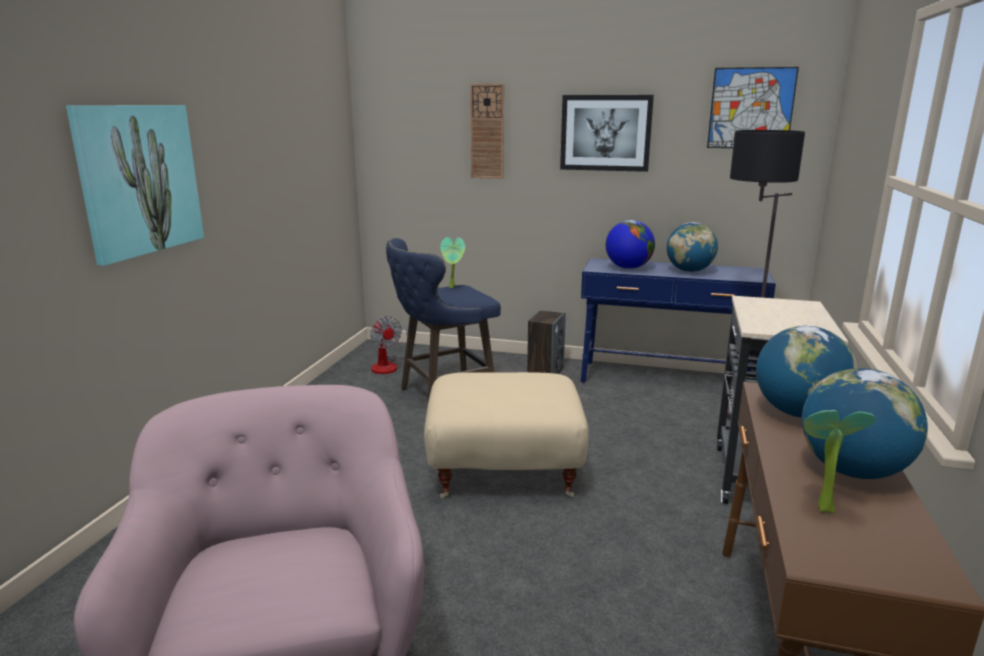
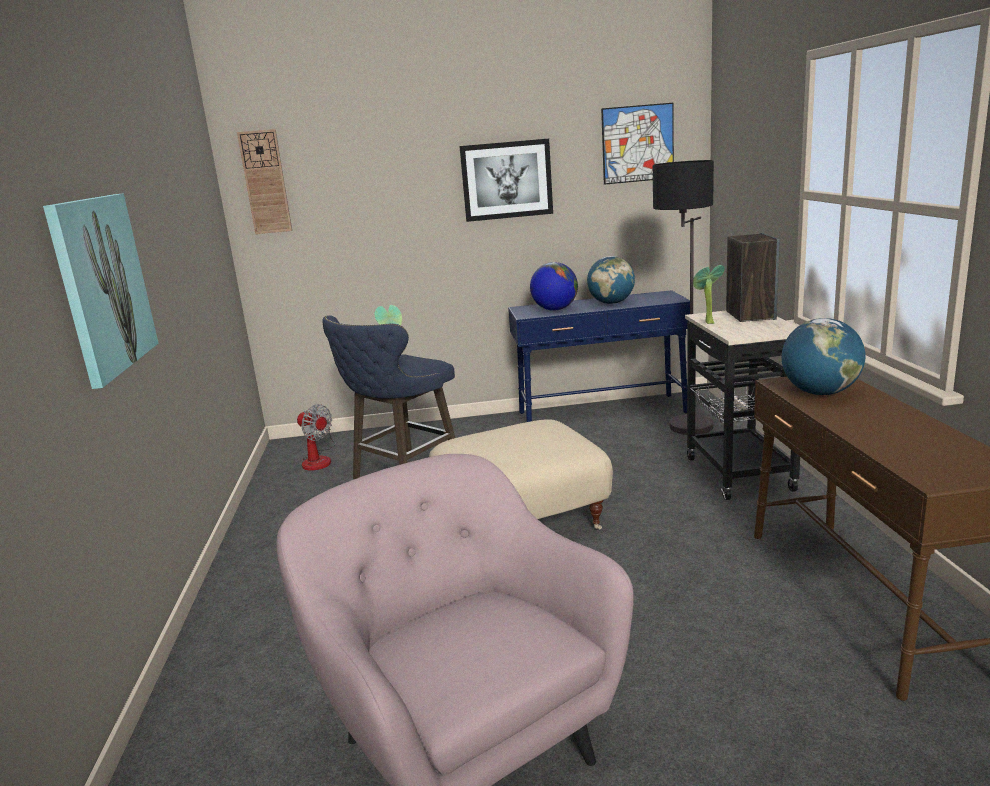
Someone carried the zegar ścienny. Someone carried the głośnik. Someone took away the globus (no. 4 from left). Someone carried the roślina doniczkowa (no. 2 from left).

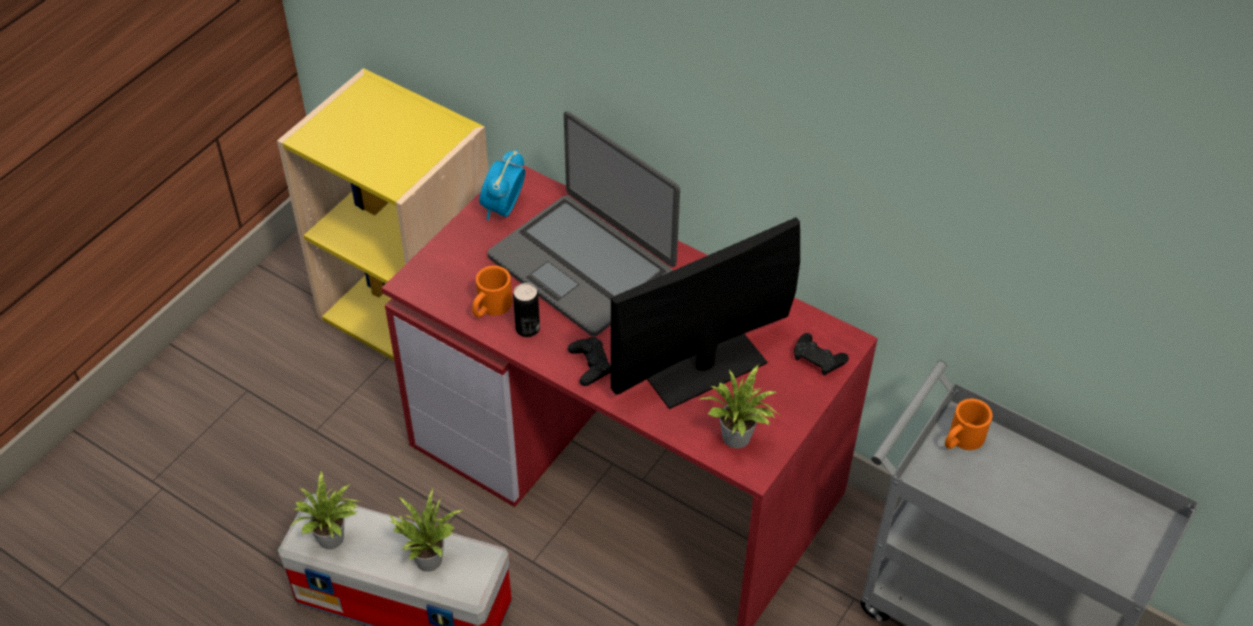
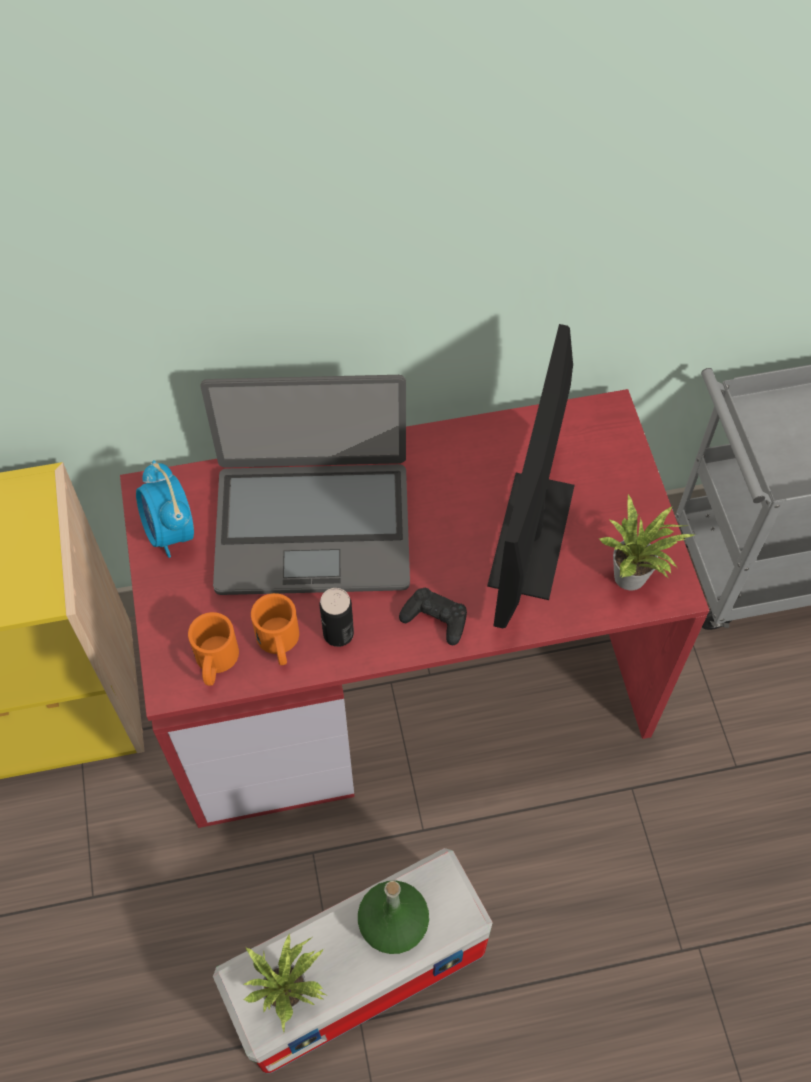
Someone took away the pad do gier [czarny] (no. 2 from left). Someone carried the kubek [pomarańczowy] (no. 2 from left in the first image). Someone swapped the roślina doniczkowa (no. 2 from left) for the butelka [zielony].

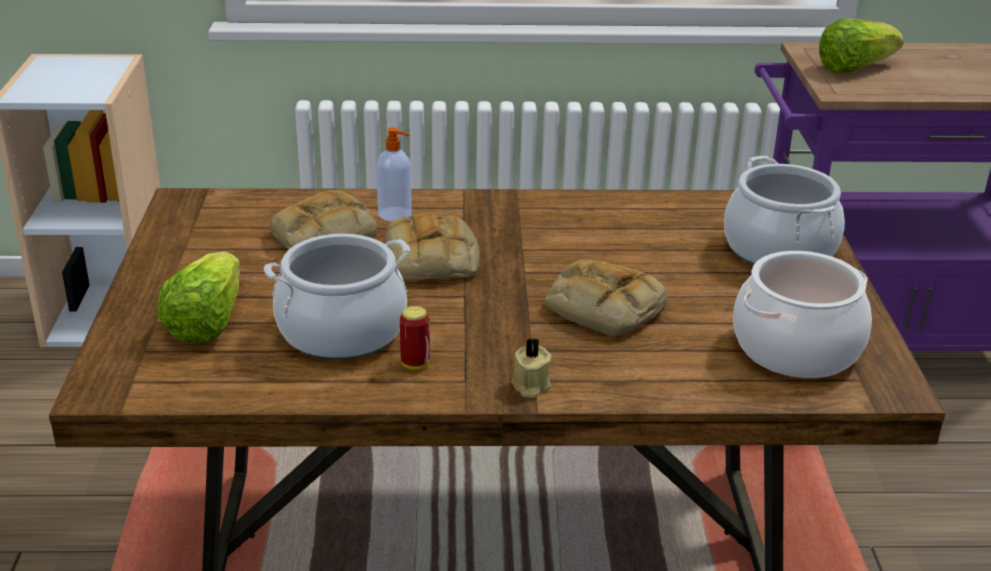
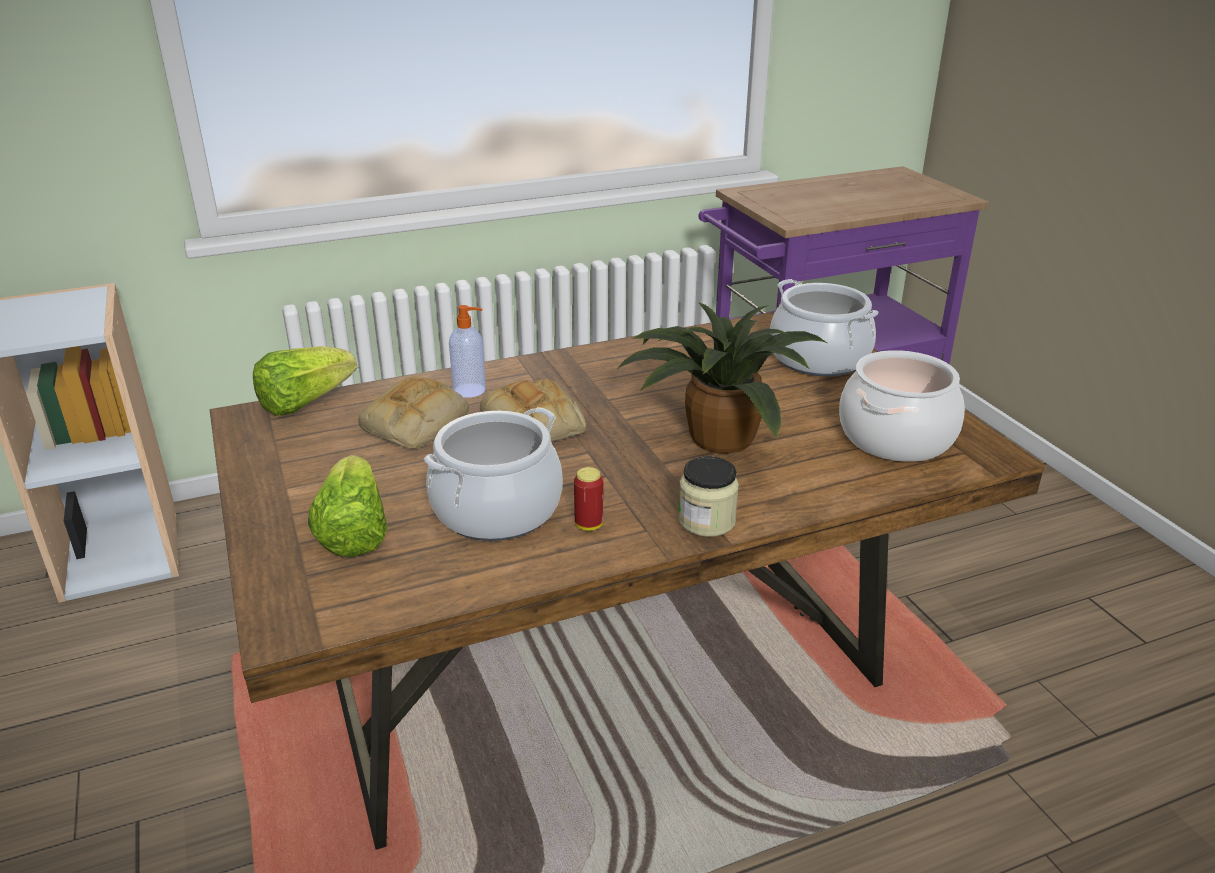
Someone carried the sałata (no. 2 from left in the first image). Someone swapped the chleb (no. 3 from left) for the roślina doniczkowa. Someone swapped the świeca [beżowy] for the słoik.

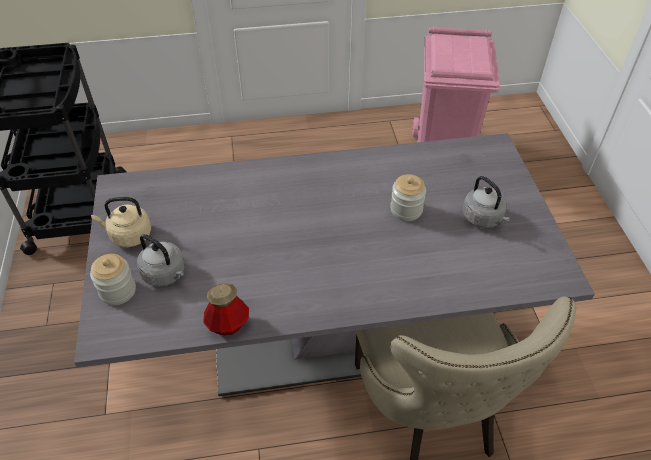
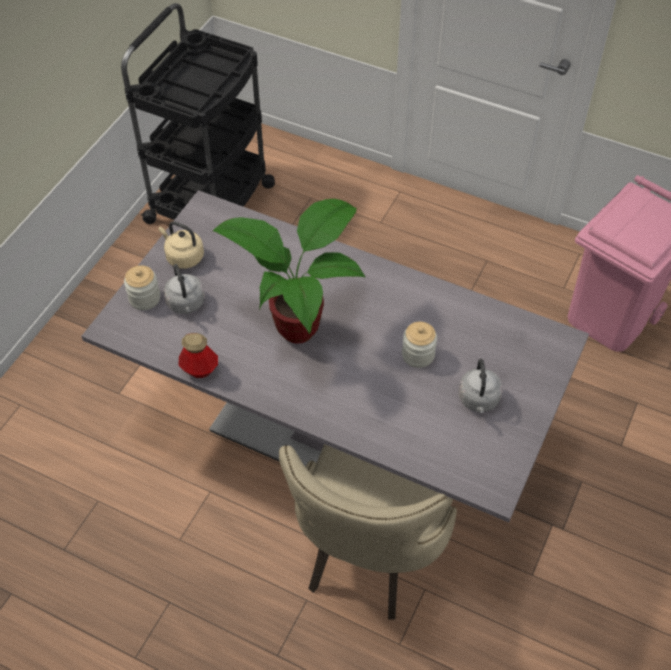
Someone put down the roślina doniczkowa.

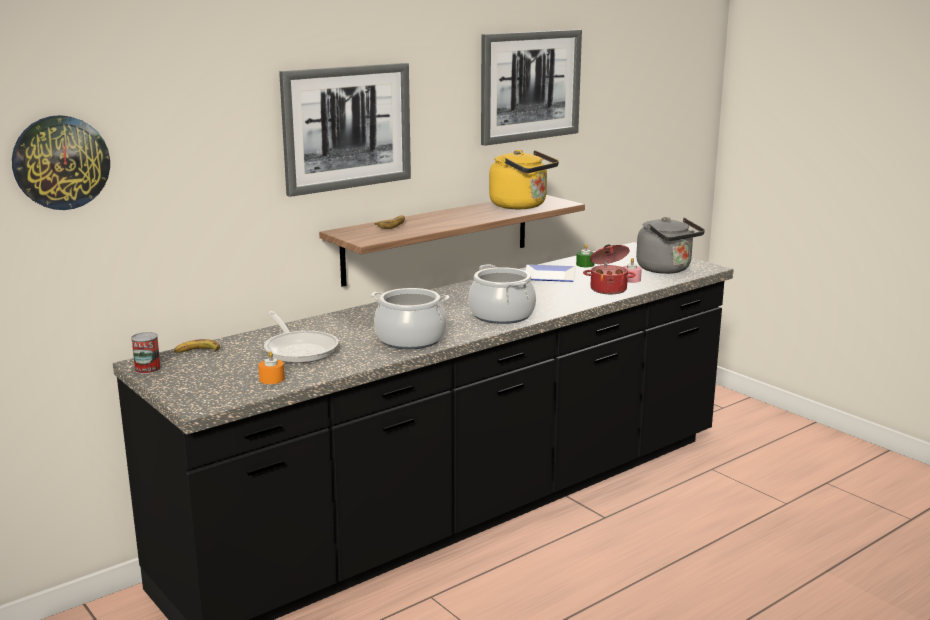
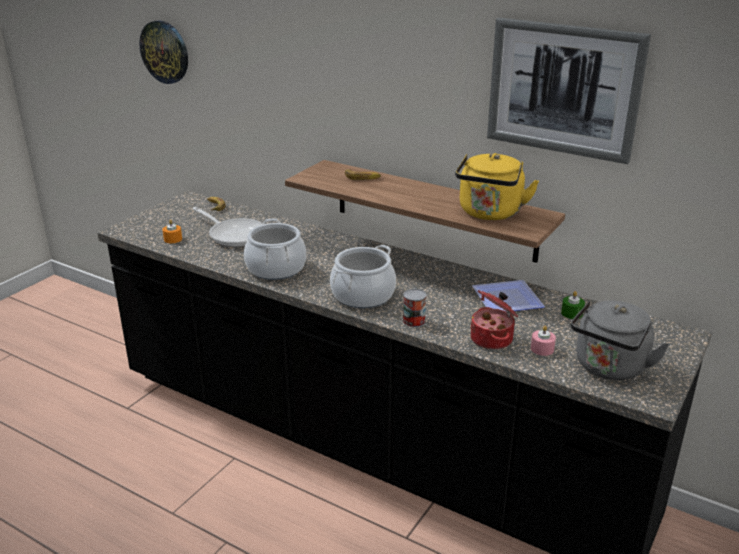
Someone took away the obraz (no. 1 from left). Someone rotated the patelnia by 90 degrees counterclockwise. Someone carried the puszka.

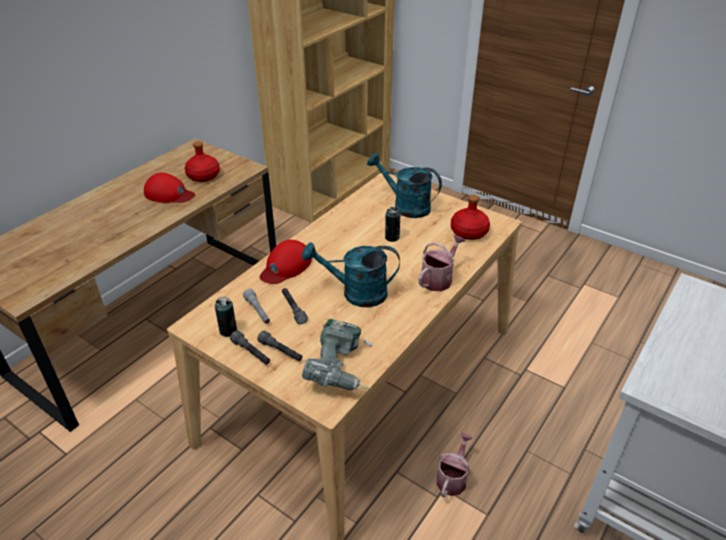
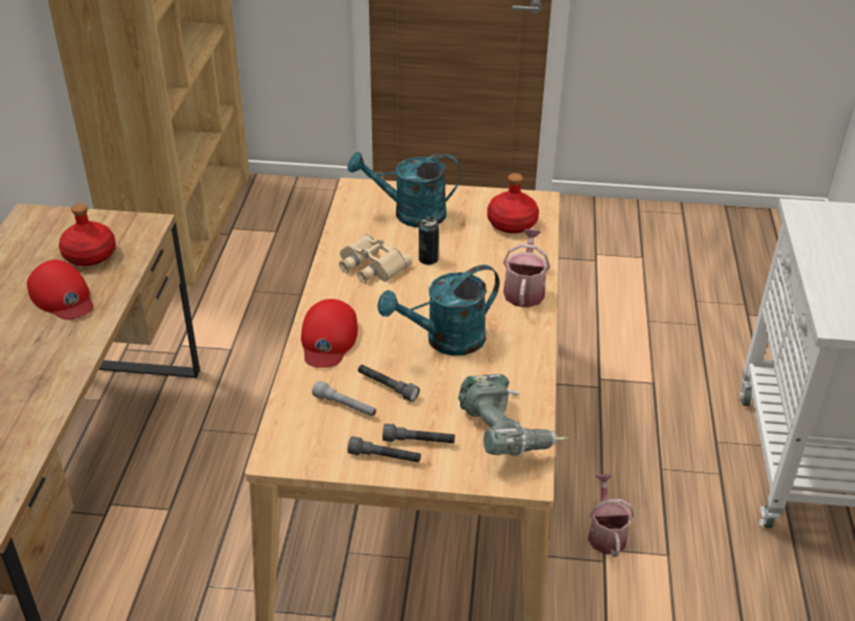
Someone rotated the czapka z daszkiem [czerwony] (no. 1 from left) by 60 degrees clockwise. Someone took away the puszka (no. 1 from left). Someone put down the lornetka [beżowy].

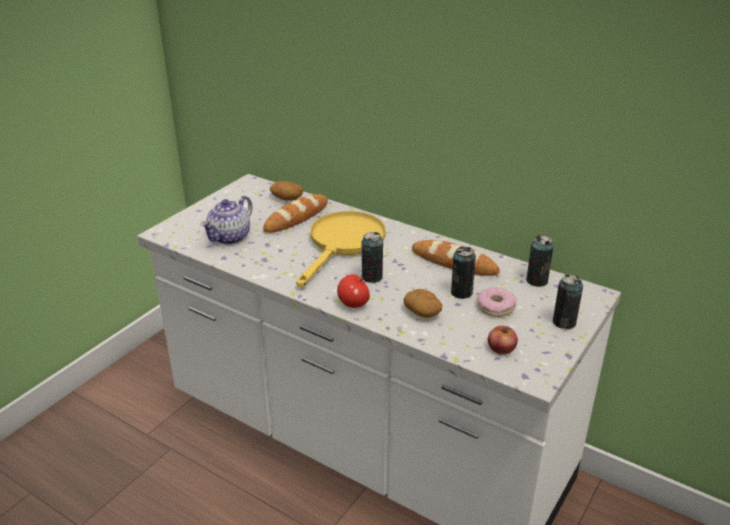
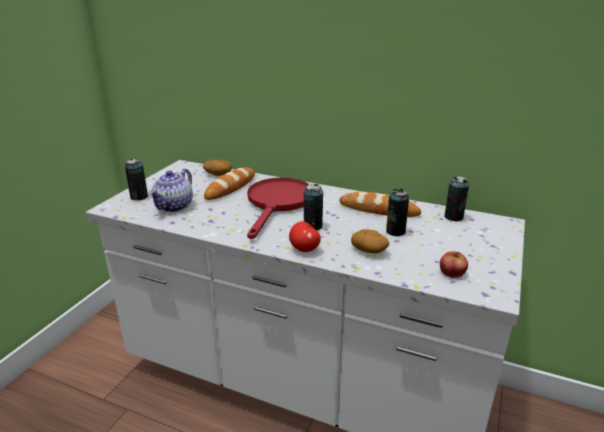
Someone repainted the patelnia [żółty], which became the patelnia [czerwony]. Someone carried the puszka (no. 4 from left in the first image). Someone took away the donut.

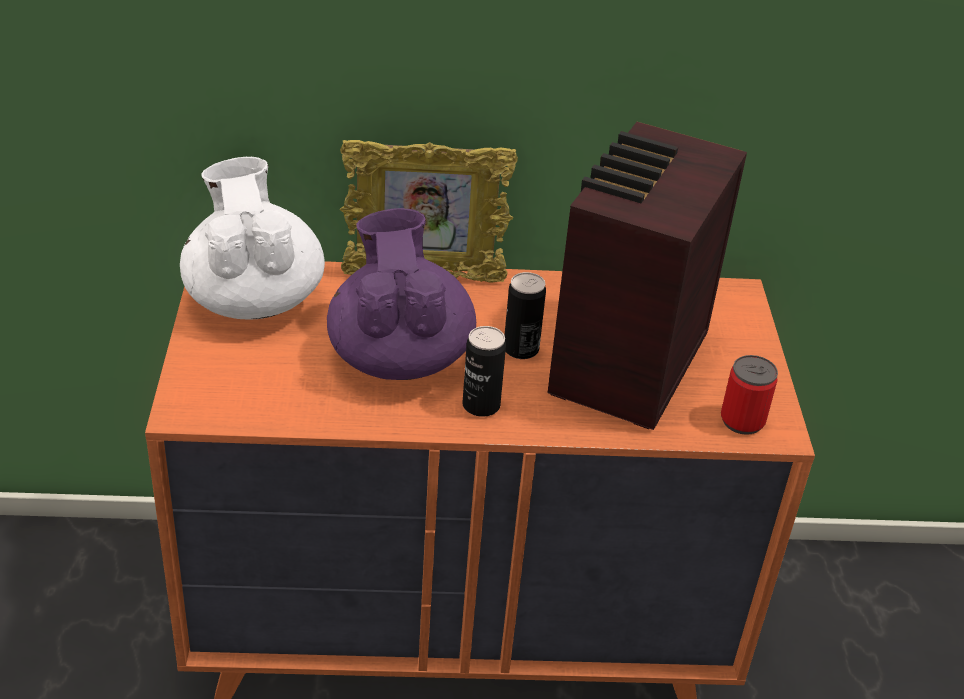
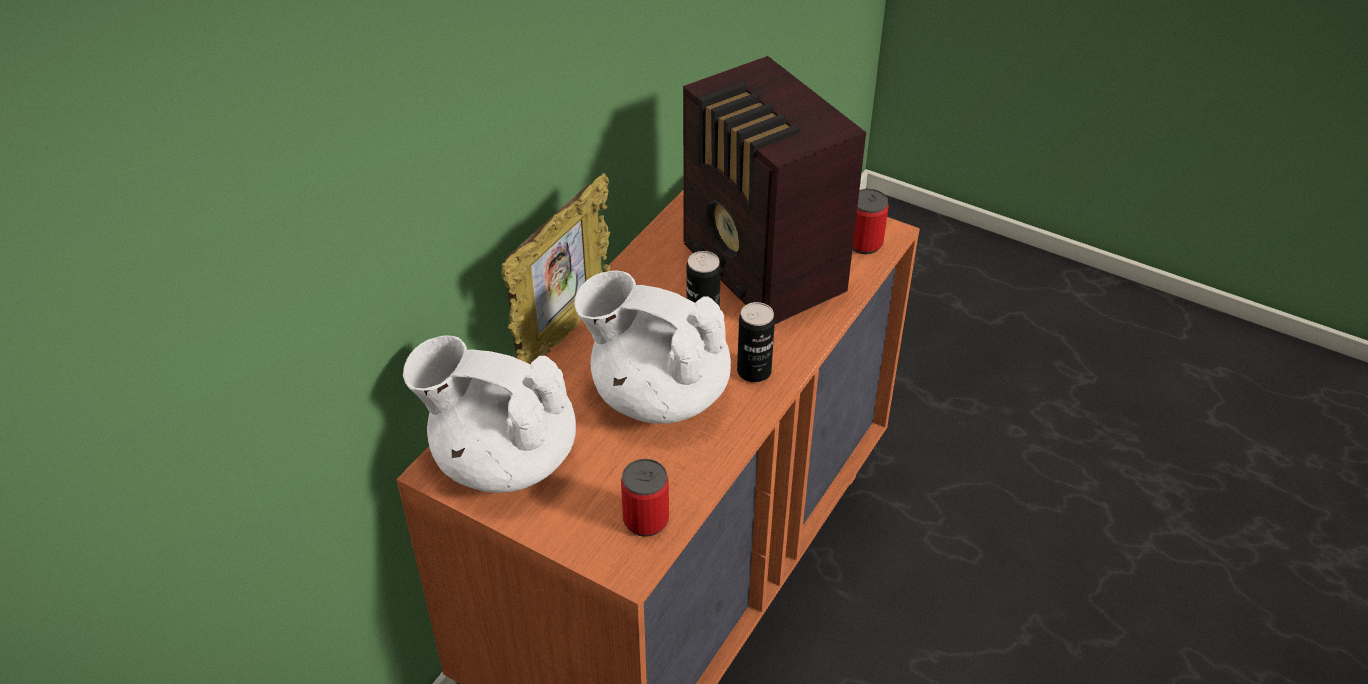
Someone repainted the imbryk [fioletowy], which became the imbryk [biały] (no. 2 from left). Someone put down the puszka (no. 1 from left).

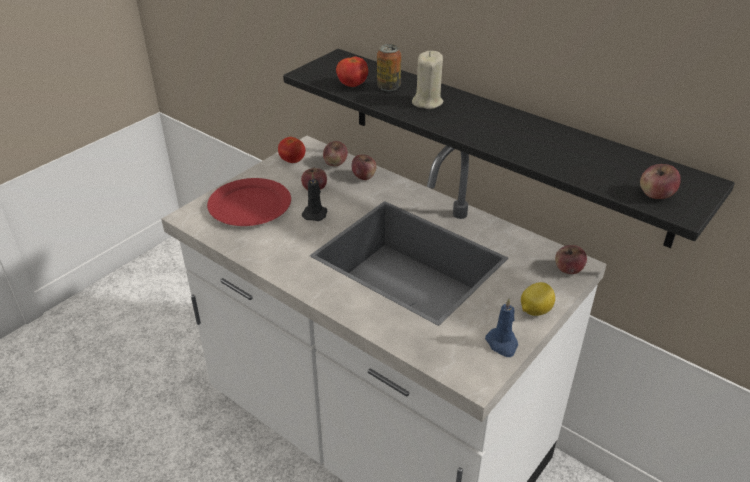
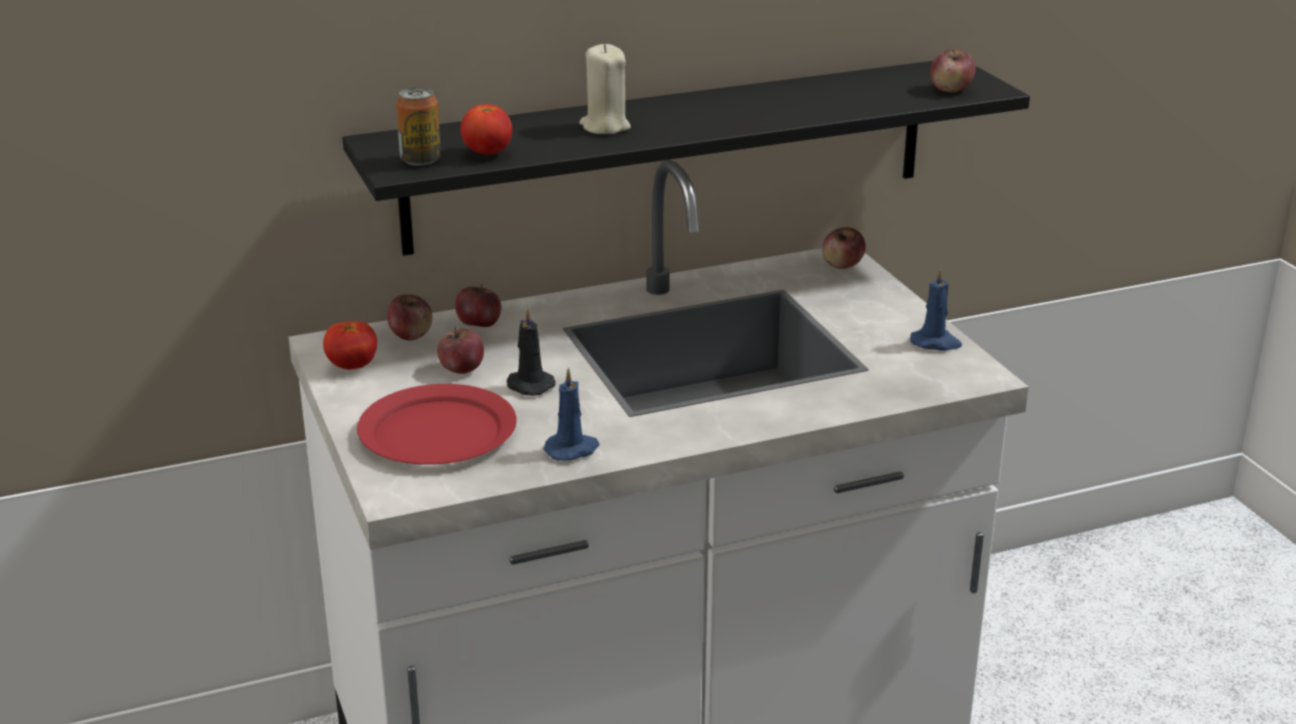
Someone carried the puszka. Someone took away the cytryna. Someone put down the świeca [niebieski] (no. 1 from left).

